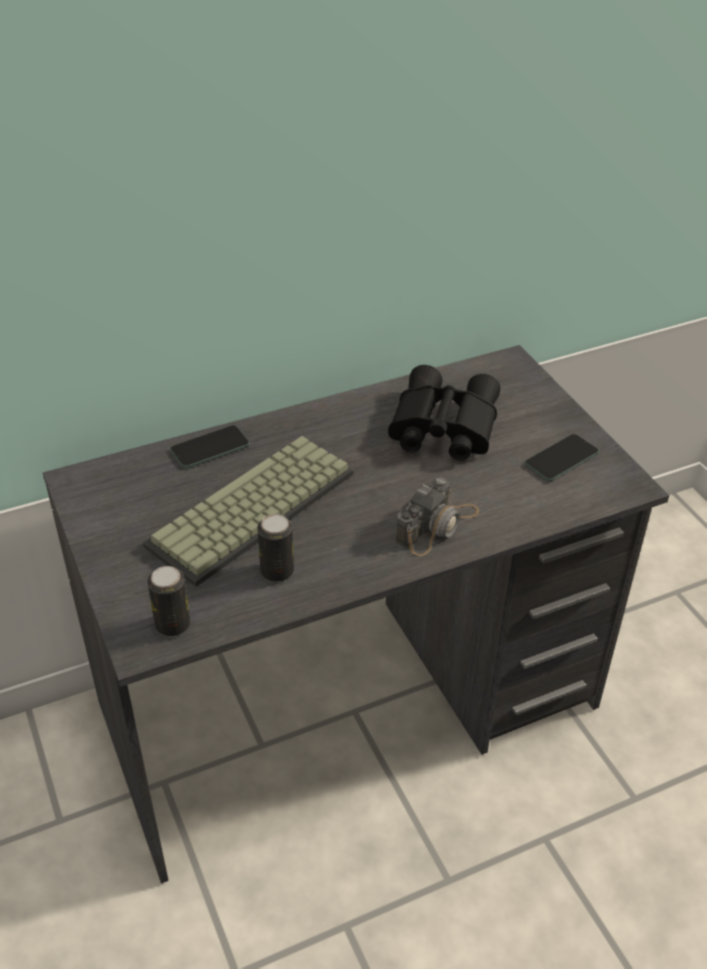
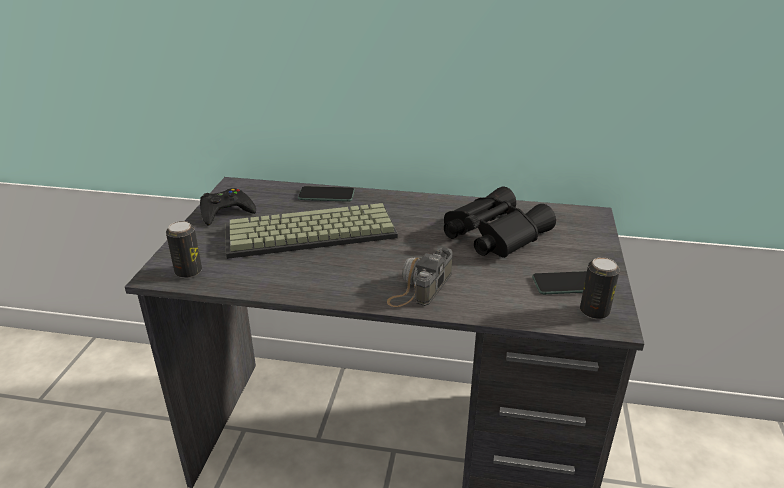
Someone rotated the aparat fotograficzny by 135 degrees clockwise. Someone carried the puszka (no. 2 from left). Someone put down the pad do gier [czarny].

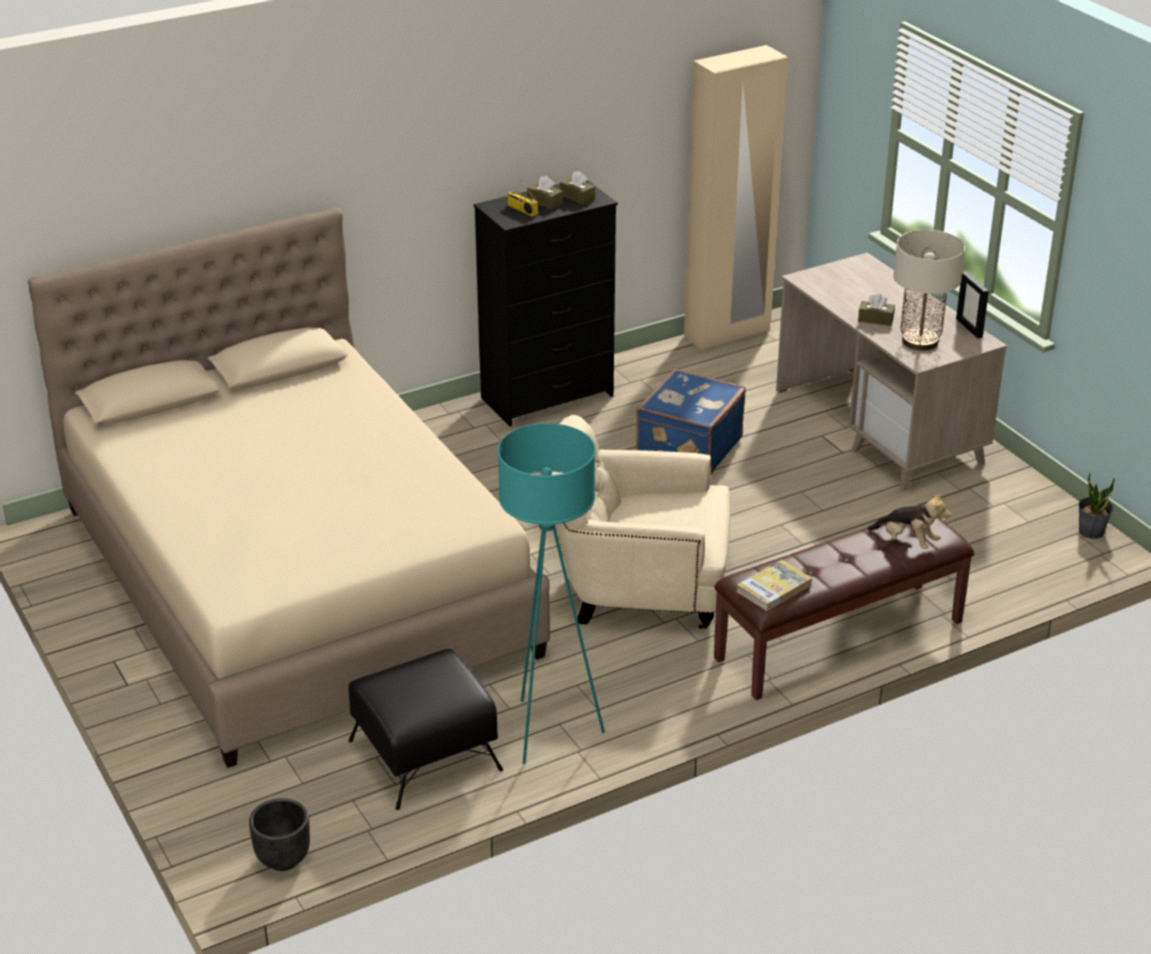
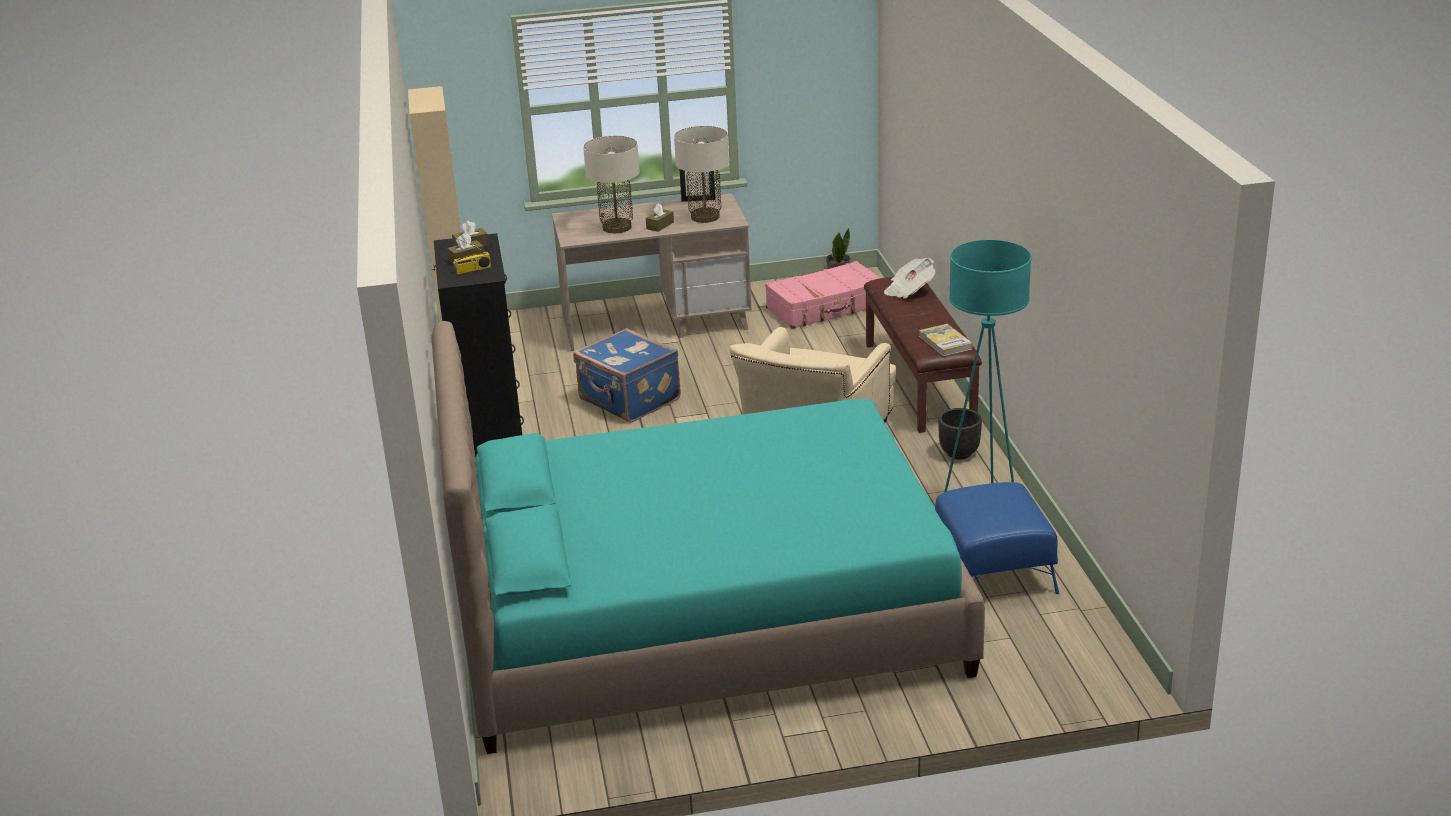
Someone repainted the łóżko [beżowy], which became the łóżko [turkusowy]. Someone swapped the pluszak for the gazeta. Someone repainted the pufa [czarny], which became the pufa [niebieski]. Someone carried the donica [czarny]. Someone put down the lampa stołowa (no. 1 from left). Someone put down the walizka [różowy].

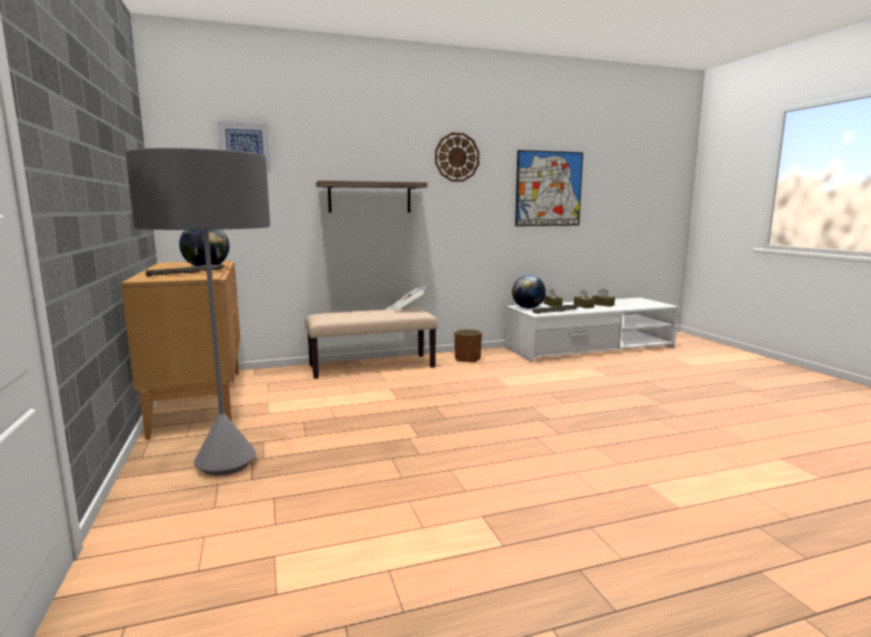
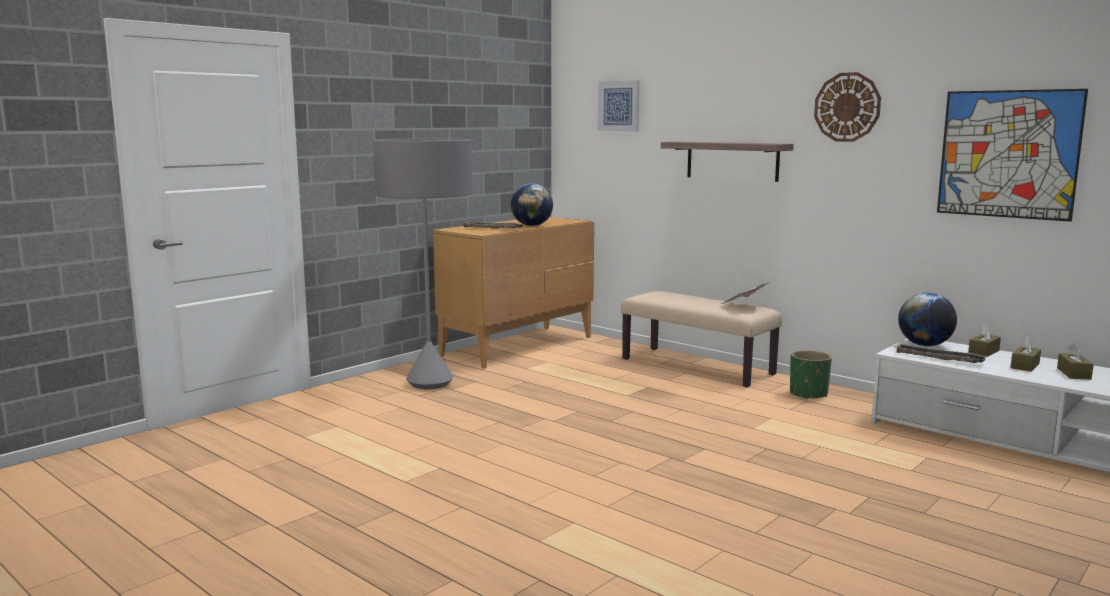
Someone repainted the donica [brązowy], which became the donica [zielony].

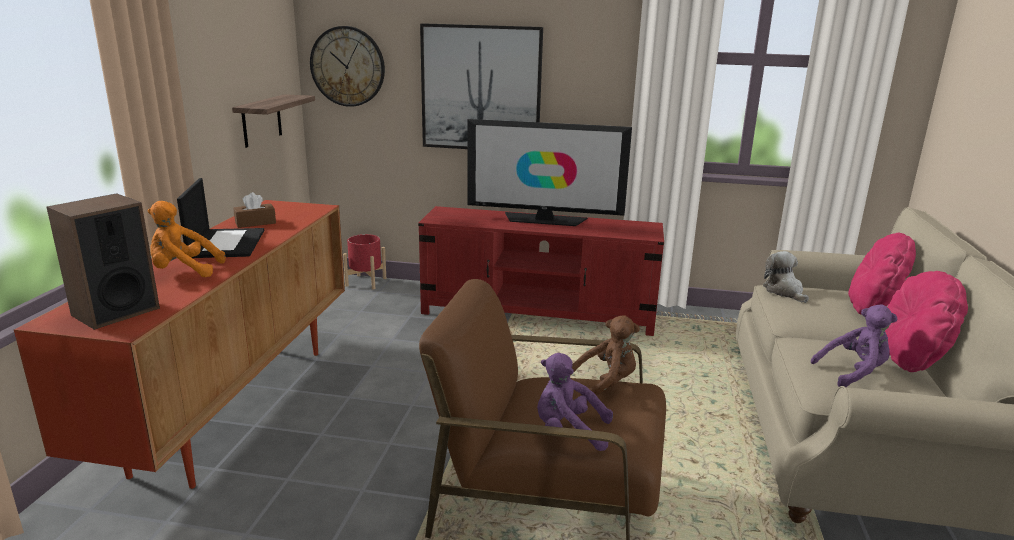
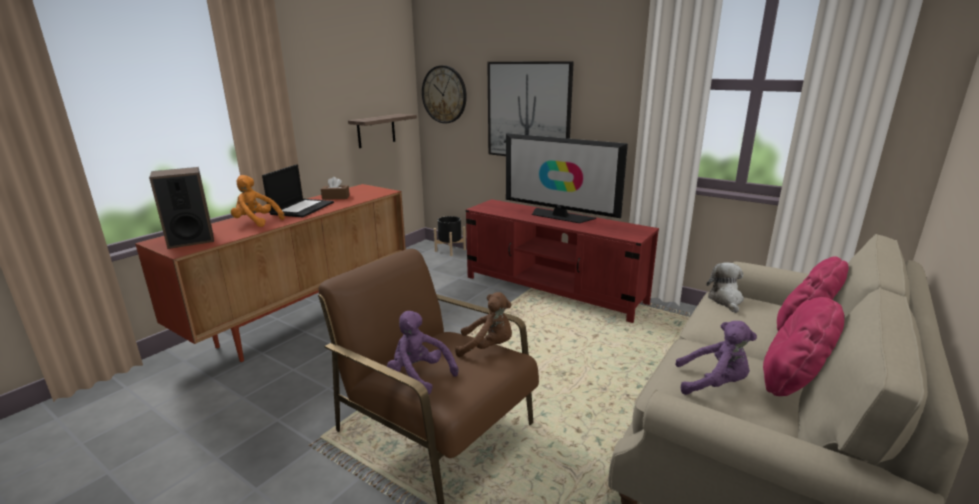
Someone repainted the donica [czerwony], which became the donica [czarny].

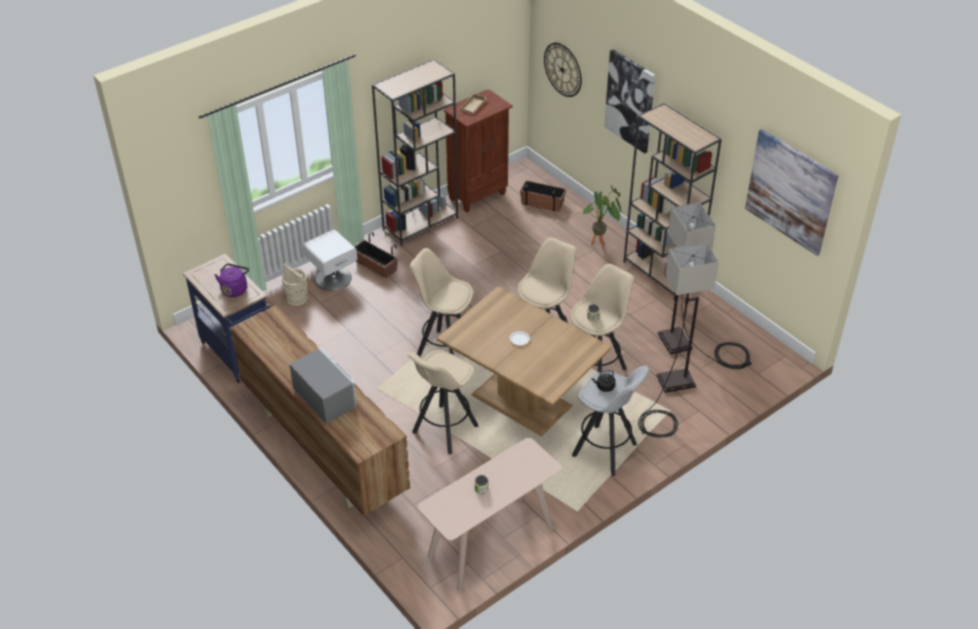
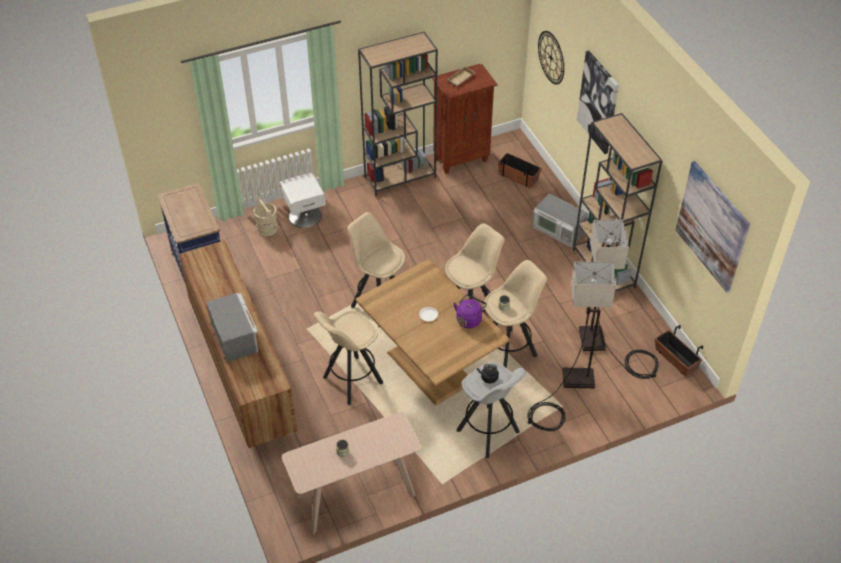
Someone swapped the roślina doniczkowa for the mikrofalówka (no. 2 from left). Someone carried the donica (no. 1 from left in the first image). Someone carried the czajnik [fioletowy].

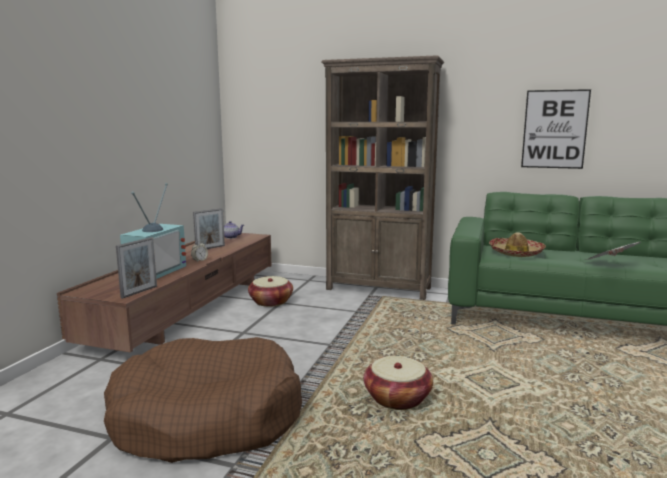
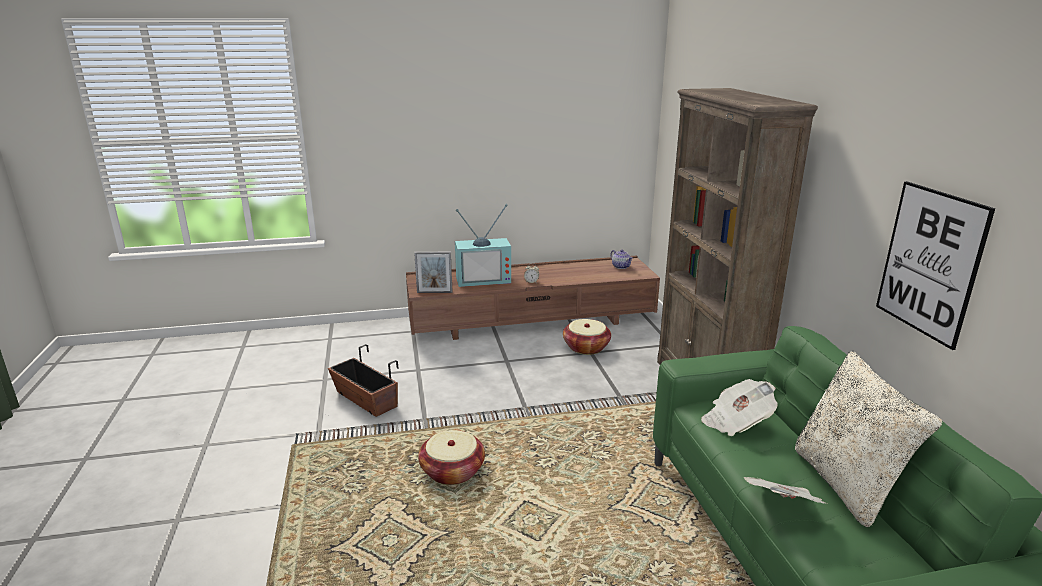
Someone took away the ramka na zdjęcie (no. 2 from left). Someone swapped the kapelusz for the gazeta (no. 1 from left). Someone swapped the legowisko [brązowy] for the donica. Someone put down the poduszka [beżowy].

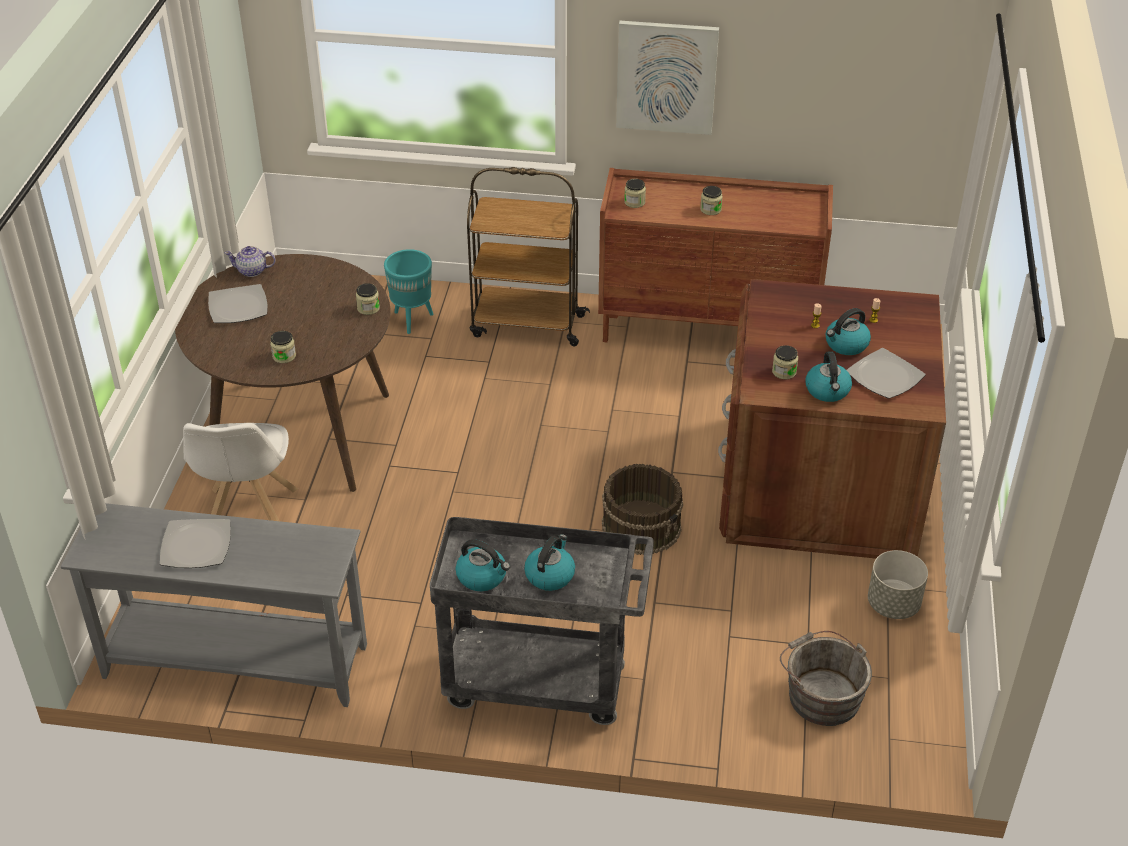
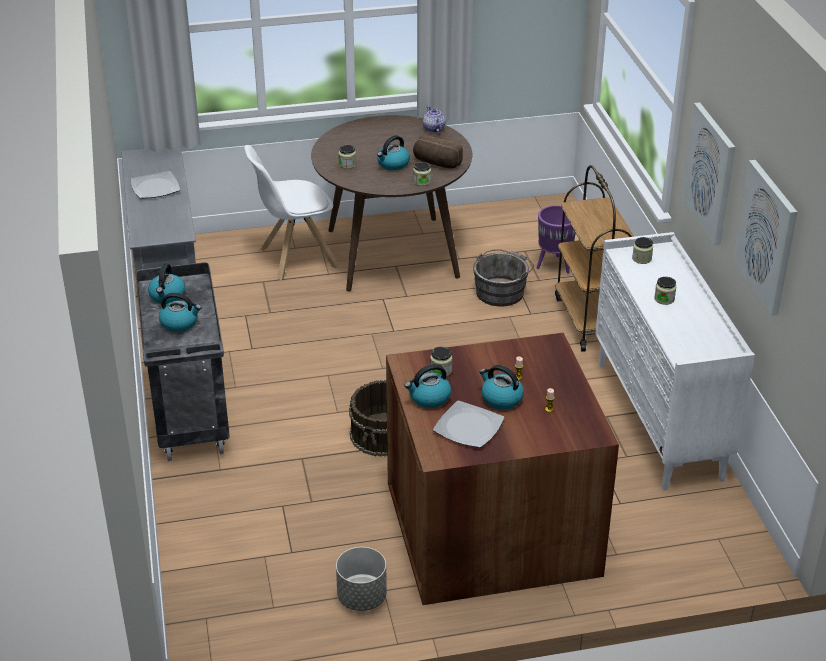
Someone repainted the szafka [brązowy], which became the szafka [biały]. Someone repainted the donica [turkusowy], which became the donica [fioletowy]. Someone took away the talerz (no. 2 from left). Someone carried the wiadro [szary]. Someone put down the czajnik (no. 3 from left). Someone put down the chleb. Someone put up the obraz (no. 2 from left).

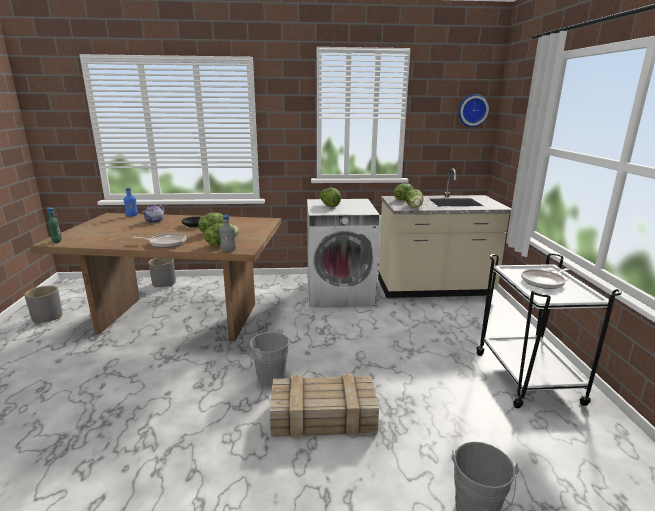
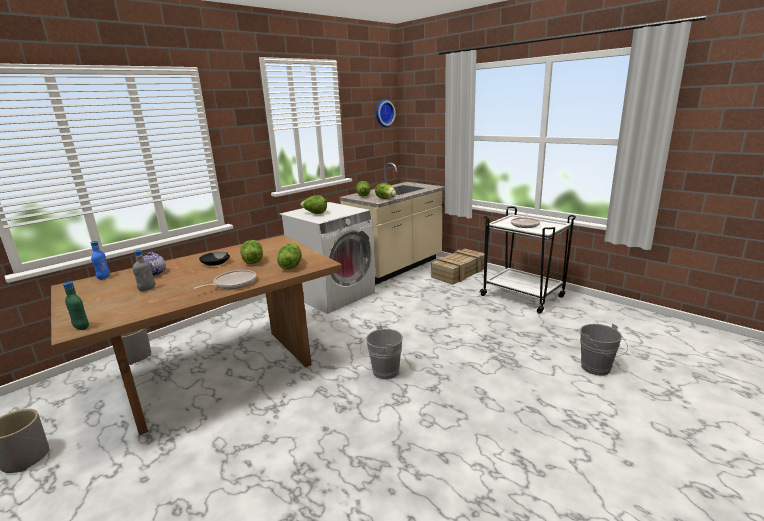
Someone carried the butelka [szary]. Someone carried the skrzynka.

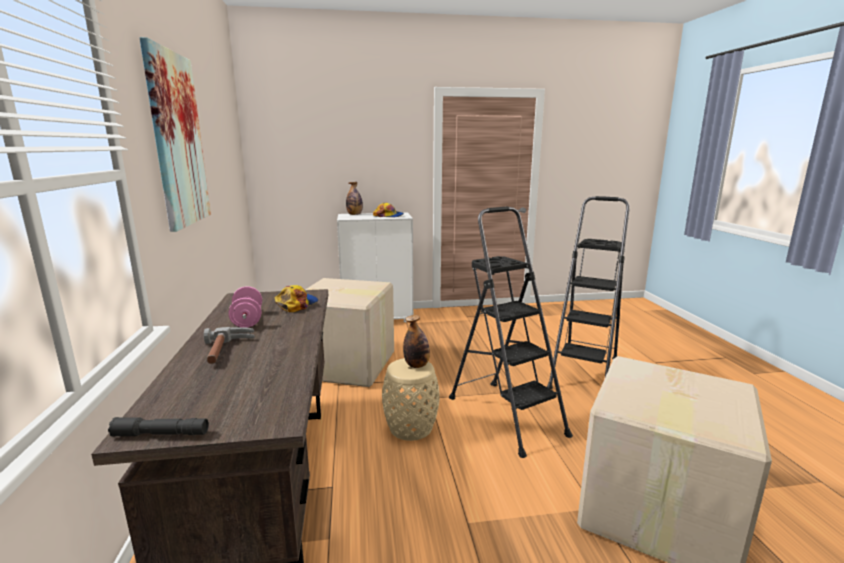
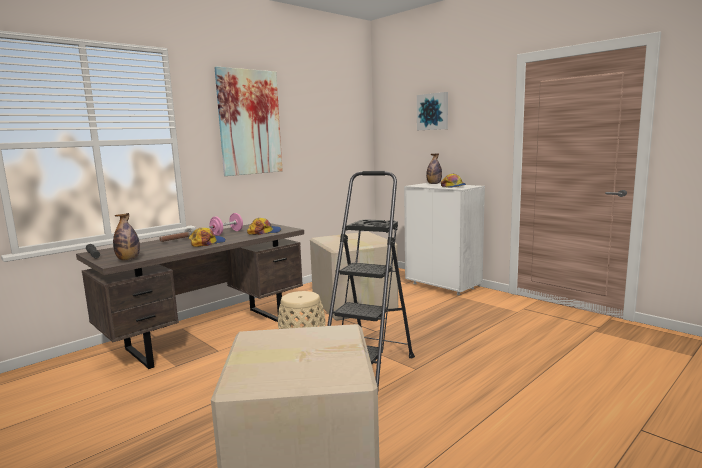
Someone took away the drabinka (no. 2 from left). Someone carried the butelka (no. 2 from left in the first image). Someone put up the obraz (no. 2 from left). Someone put down the czapka z daszkiem (no. 1 from left).

